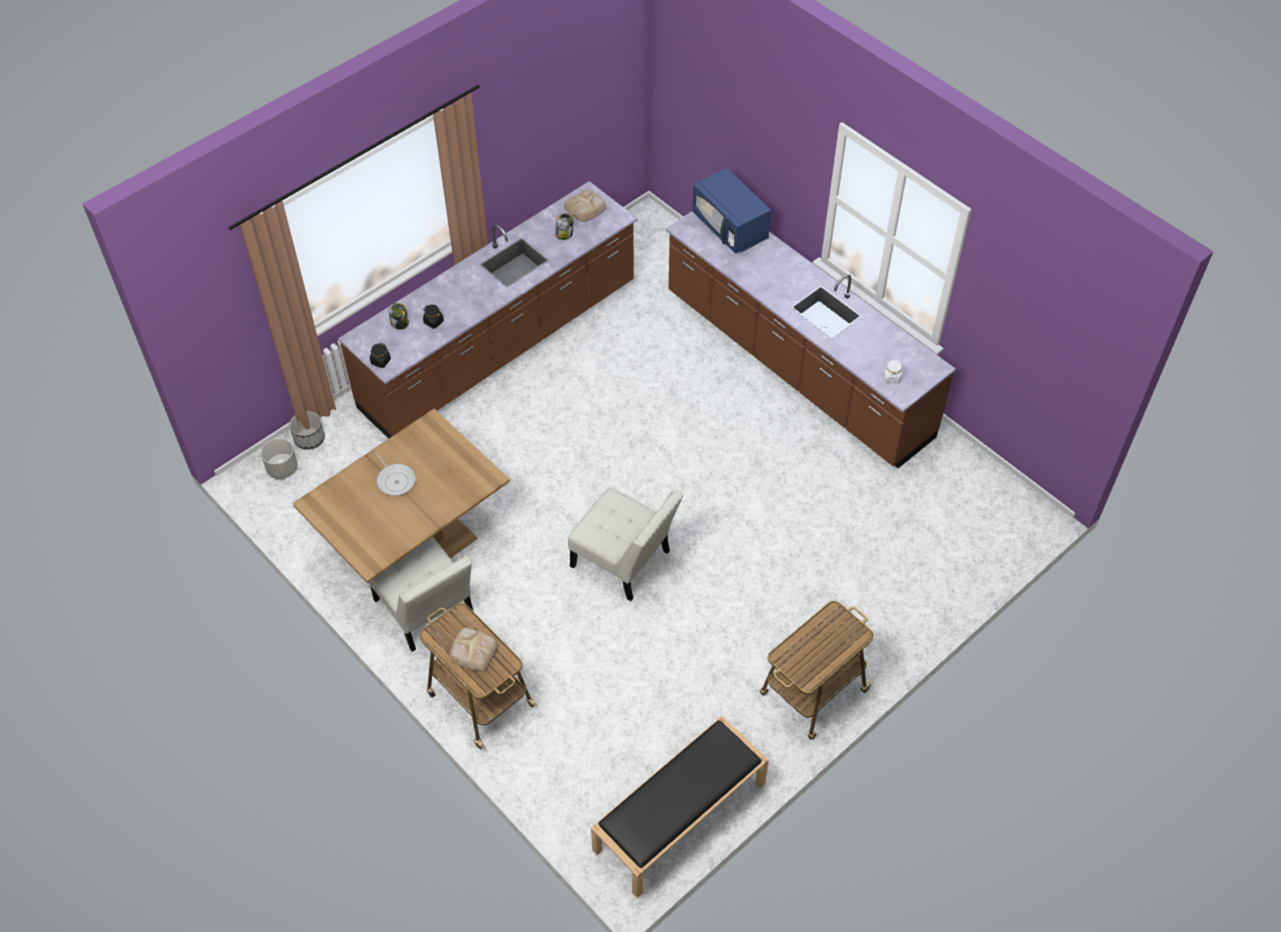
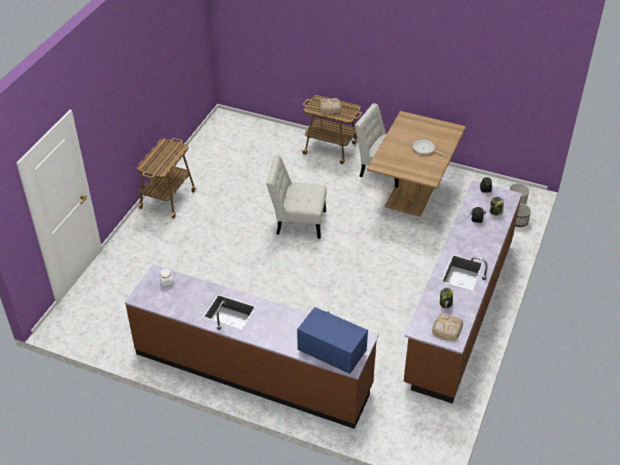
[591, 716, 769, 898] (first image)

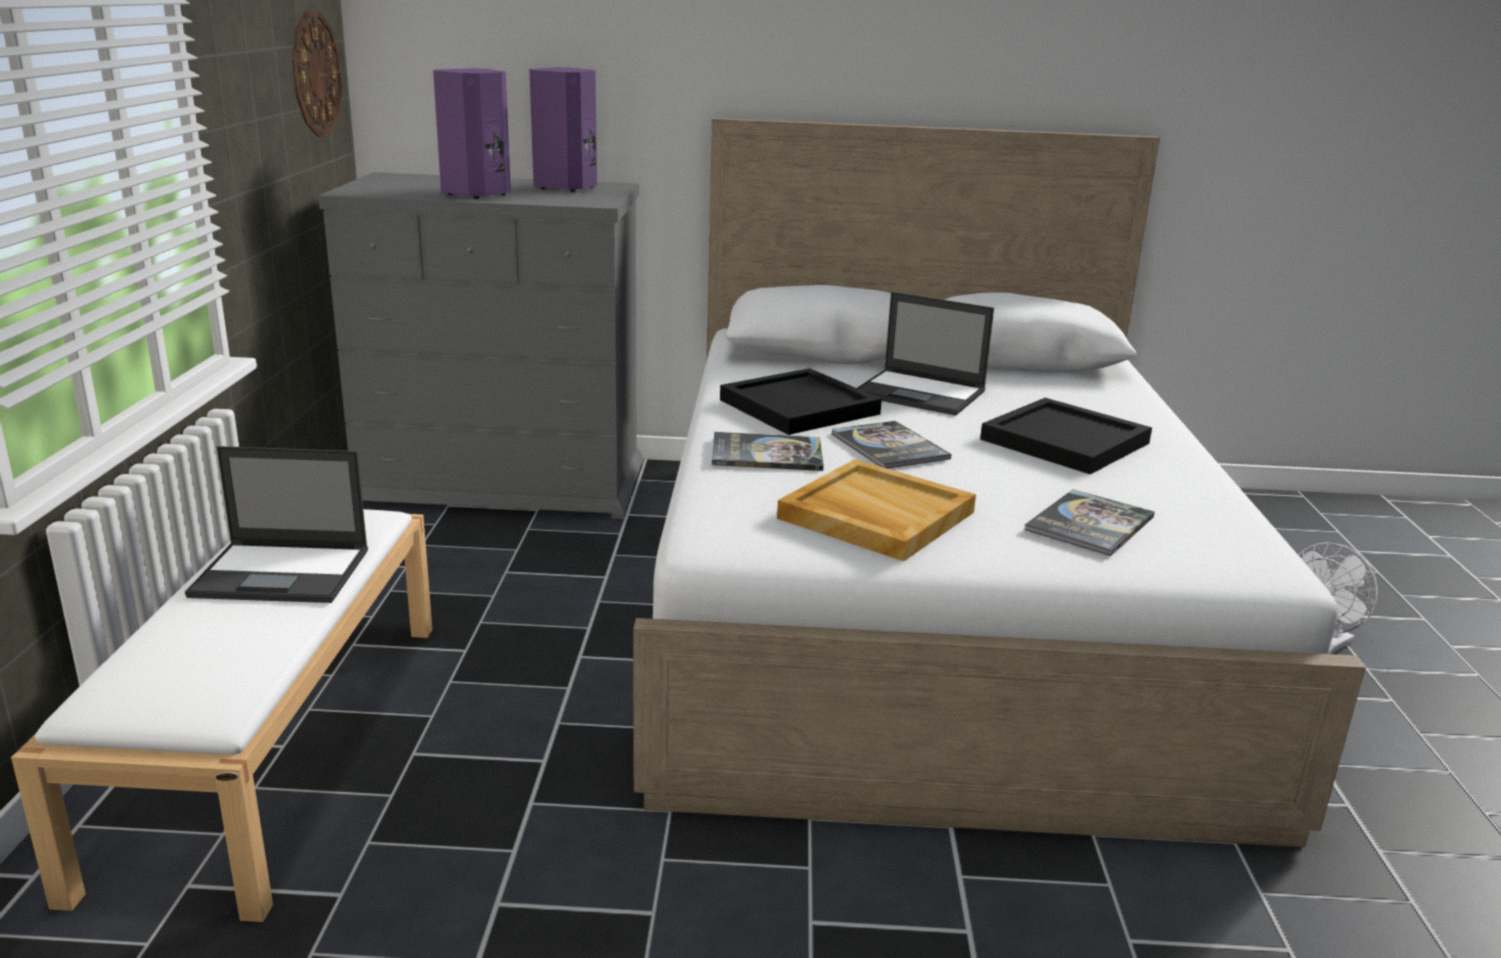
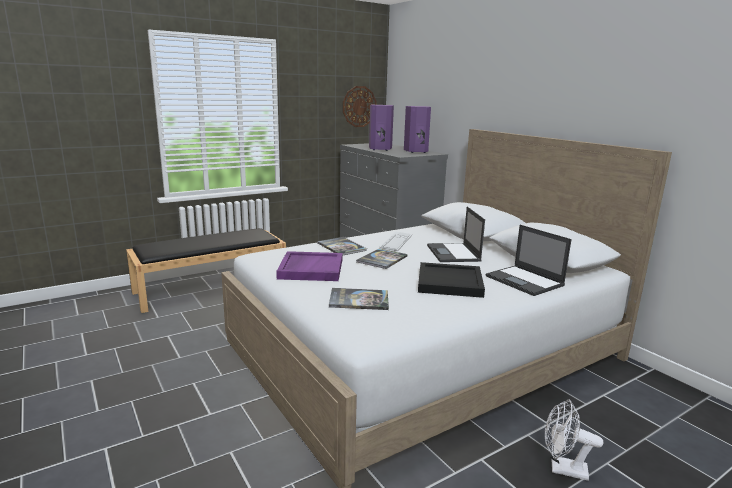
[126, 228, 286, 313]
[276, 251, 342, 281]
[379, 232, 412, 251]
[486, 225, 572, 296]

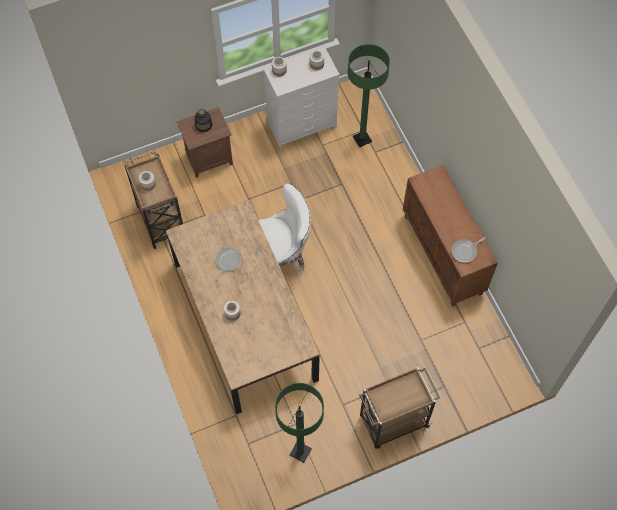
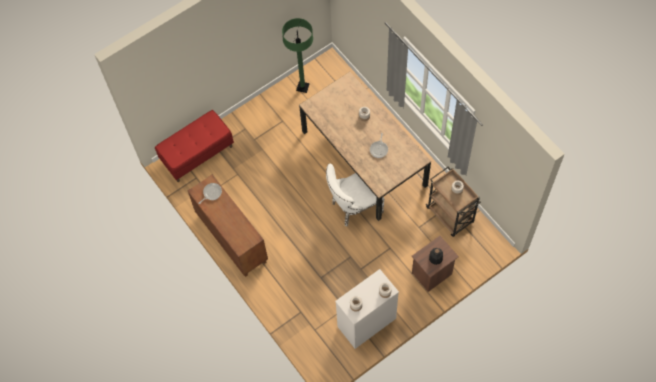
[155, 110, 234, 182]
[347, 44, 390, 148] (first image)
[359, 367, 440, 449] (first image)

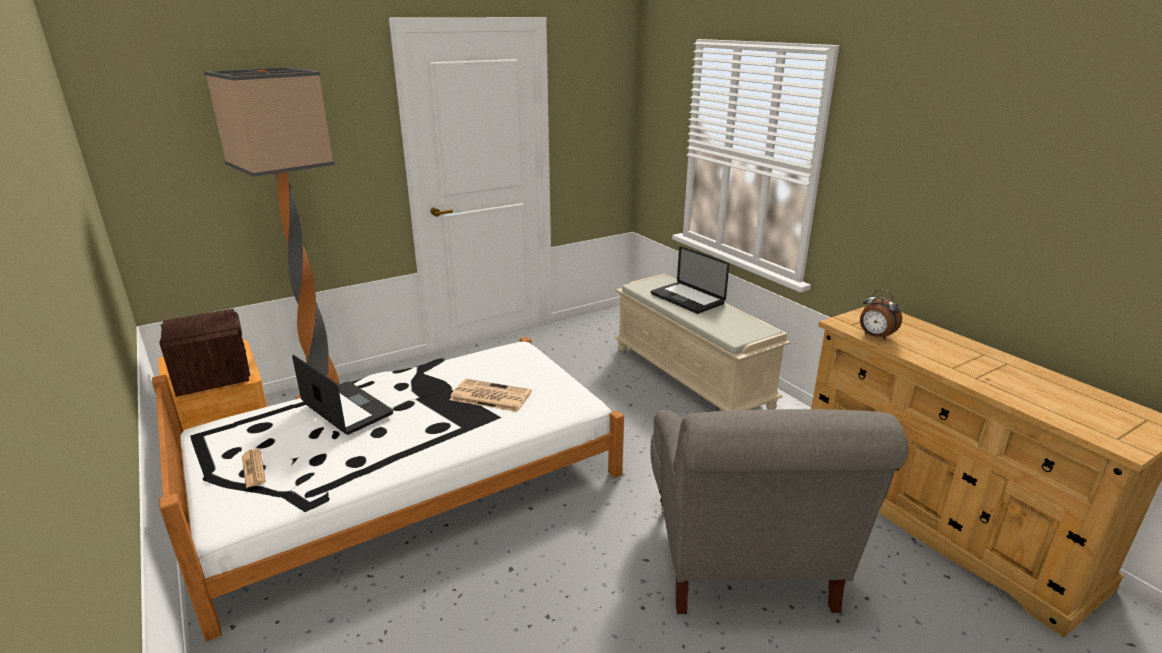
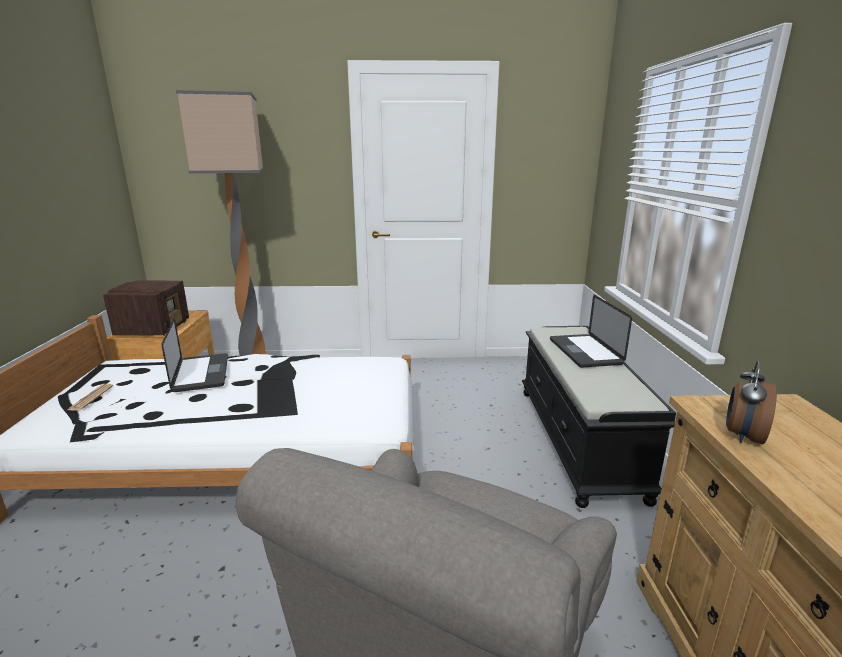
[522, 326, 676, 508]
[726, 361, 777, 444]
[449, 379, 532, 412] (first image)

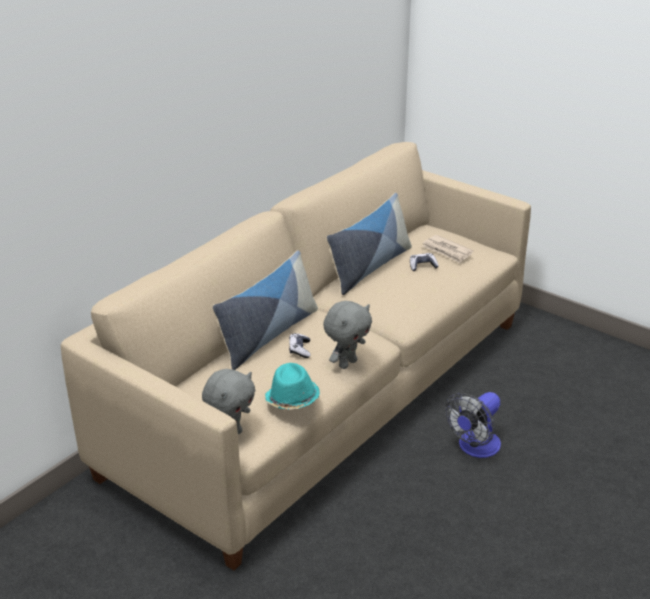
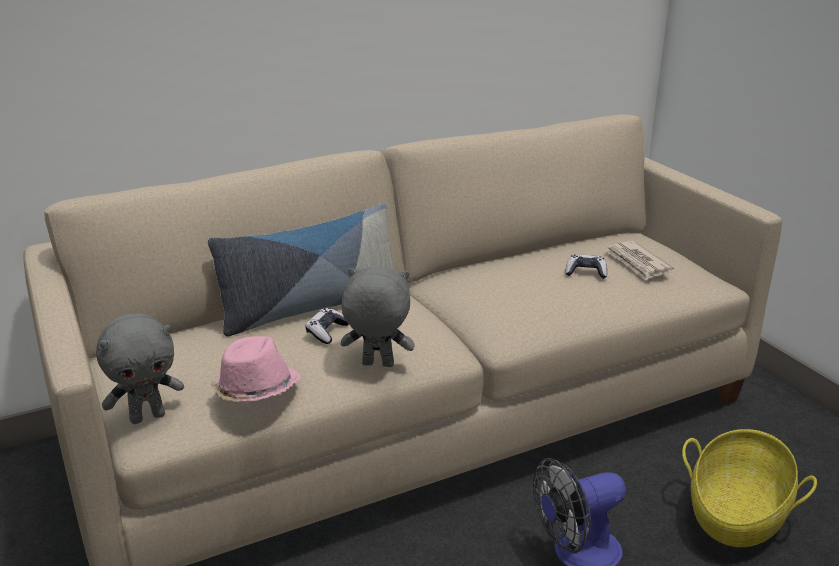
[211, 336, 301, 402]
[341, 267, 415, 367]
[682, 429, 817, 547]
[327, 193, 412, 295] (first image)

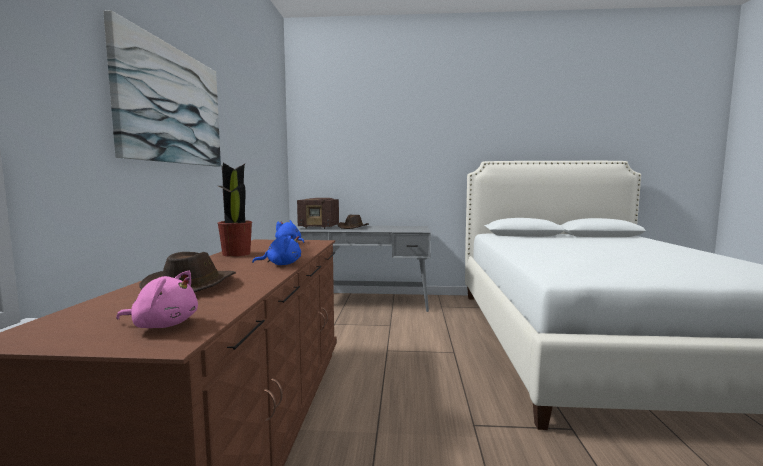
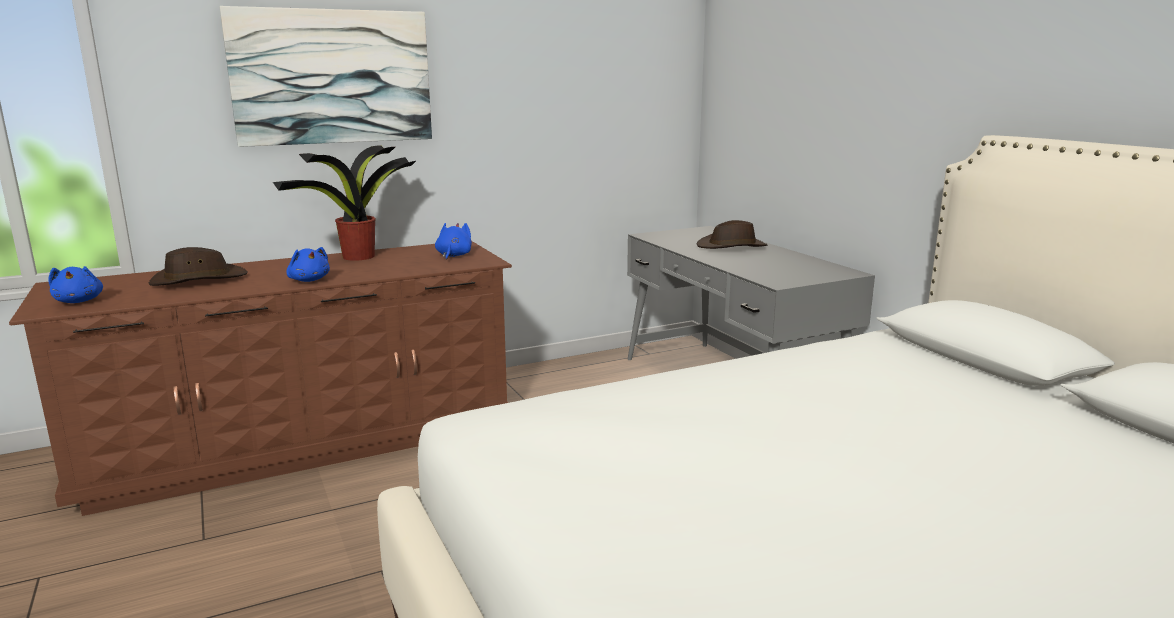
[48, 266, 103, 303]
[297, 198, 339, 229] (first image)

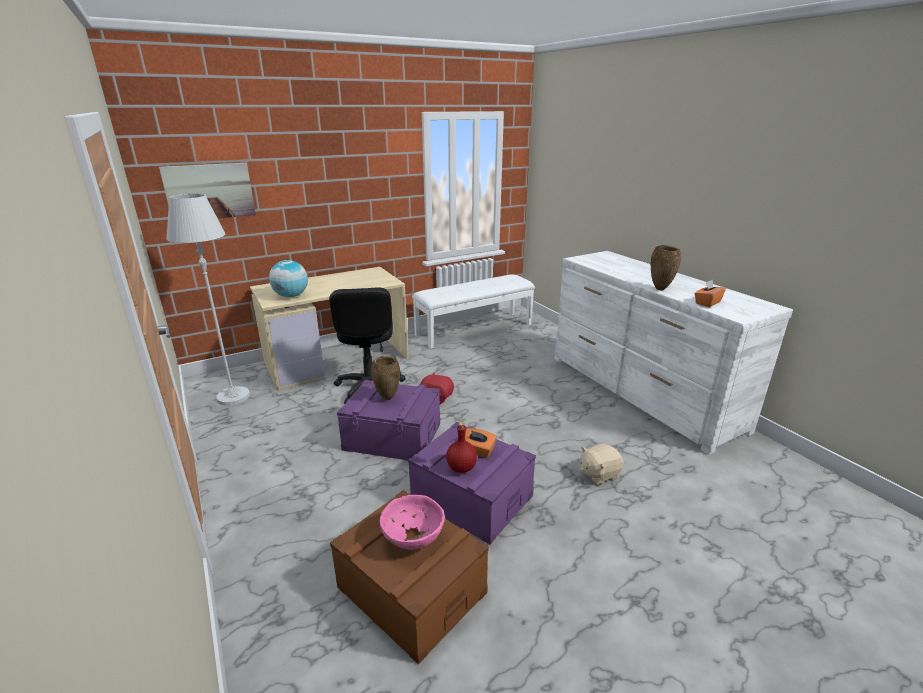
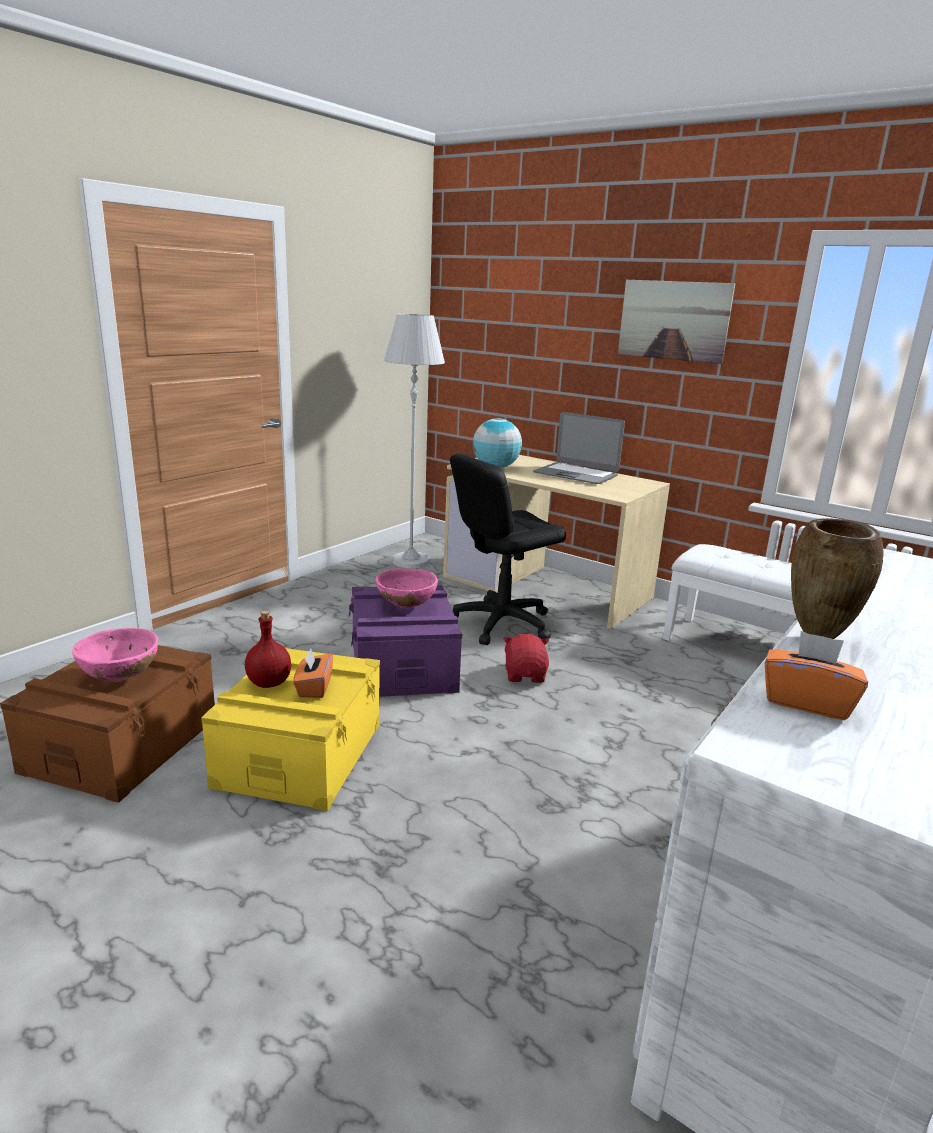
[201, 647, 380, 811]
[376, 568, 438, 608]
[533, 412, 625, 484]
[618, 279, 735, 364]
[580, 444, 624, 485] (first image)

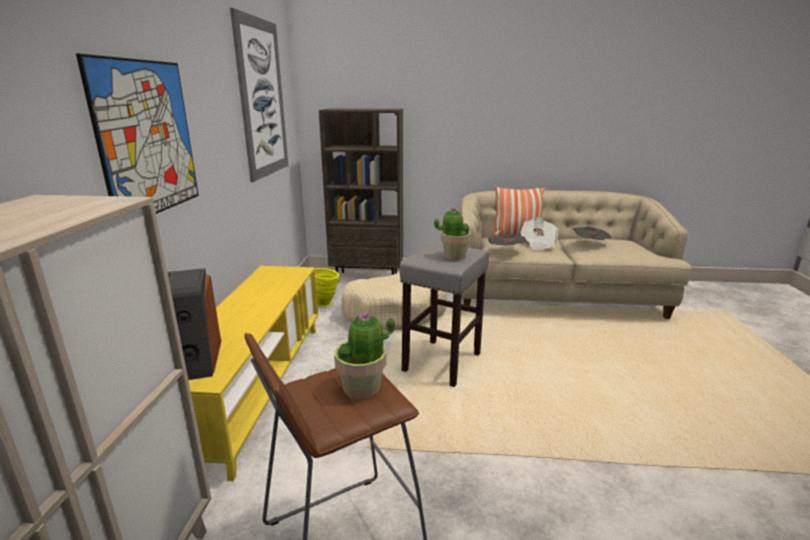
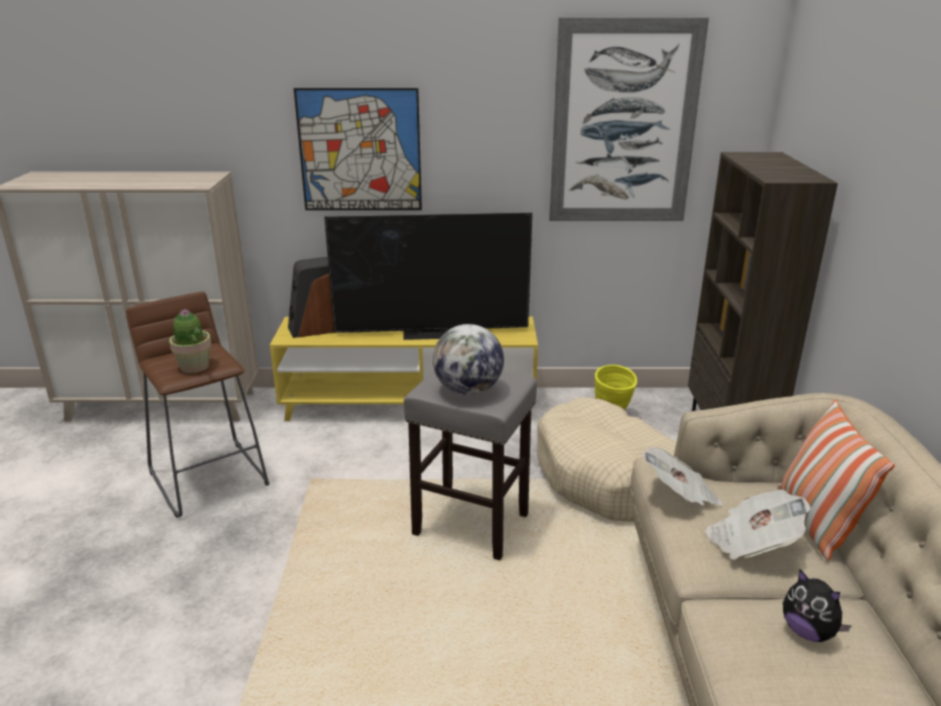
[324, 212, 532, 340]
[433, 324, 504, 395]
[783, 569, 851, 642]

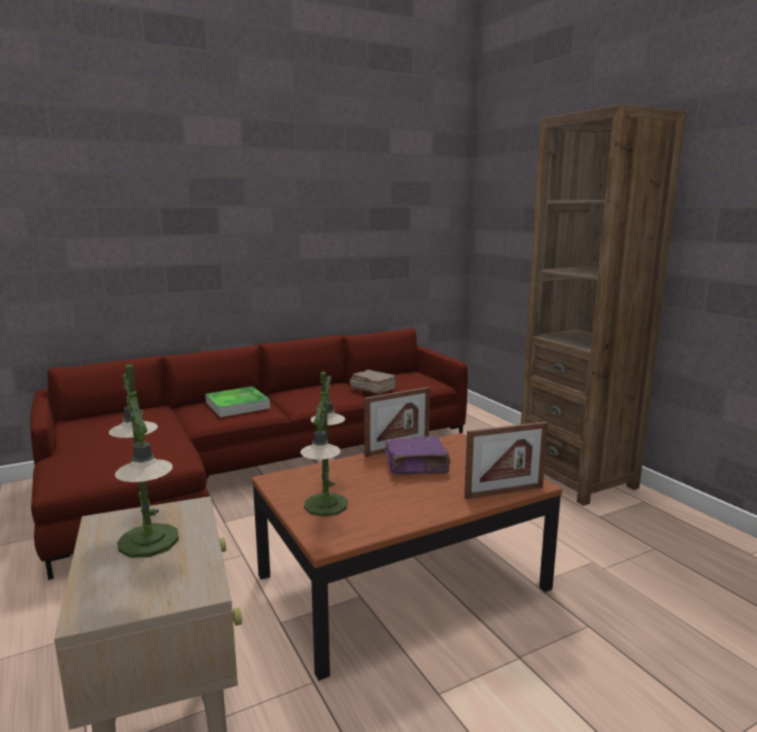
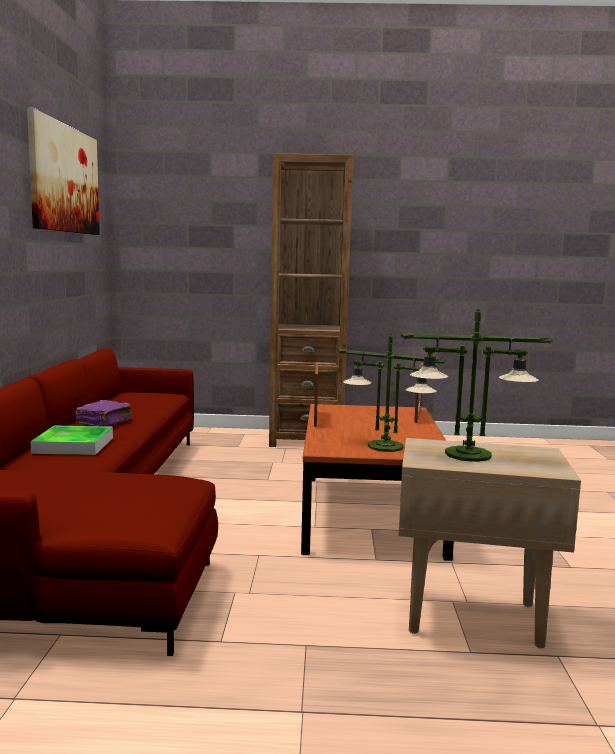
[27, 108, 100, 235]
[75, 400, 132, 427]
[350, 370, 398, 394] (first image)

